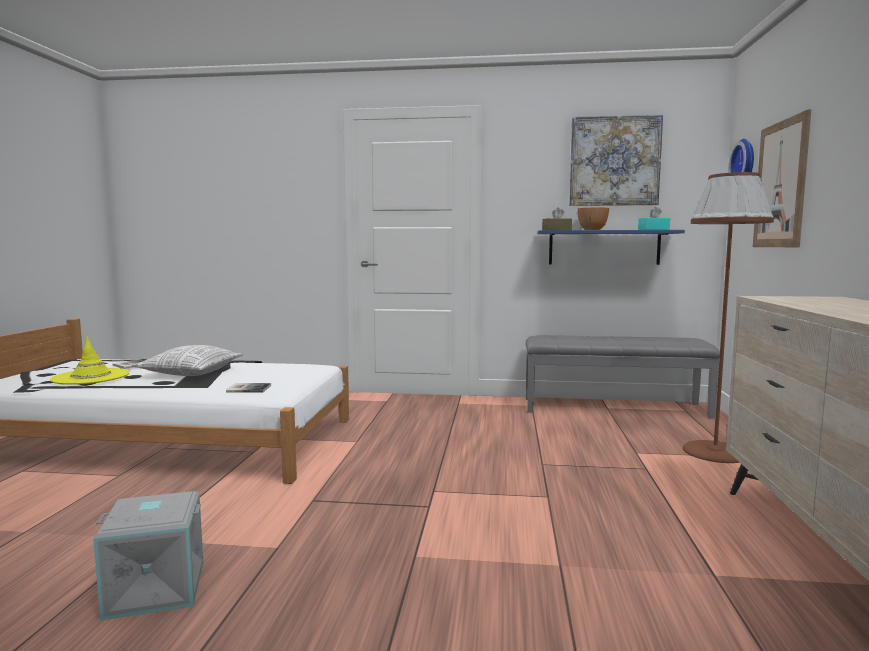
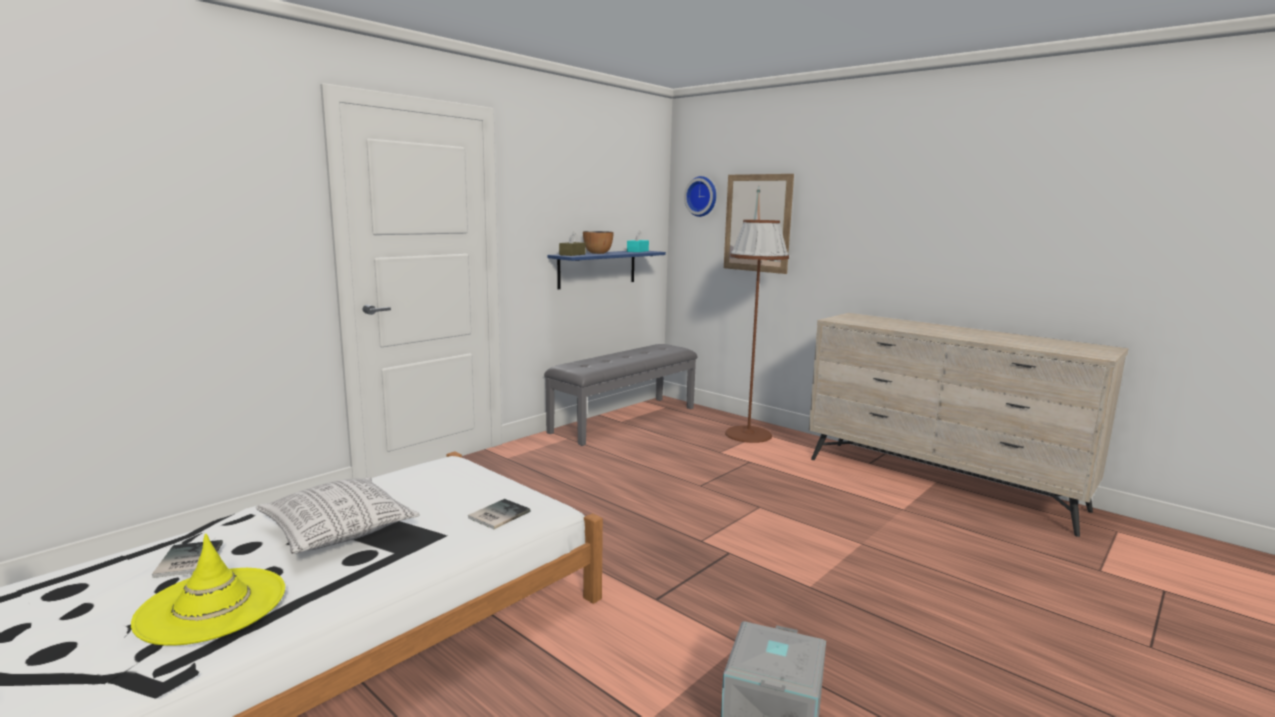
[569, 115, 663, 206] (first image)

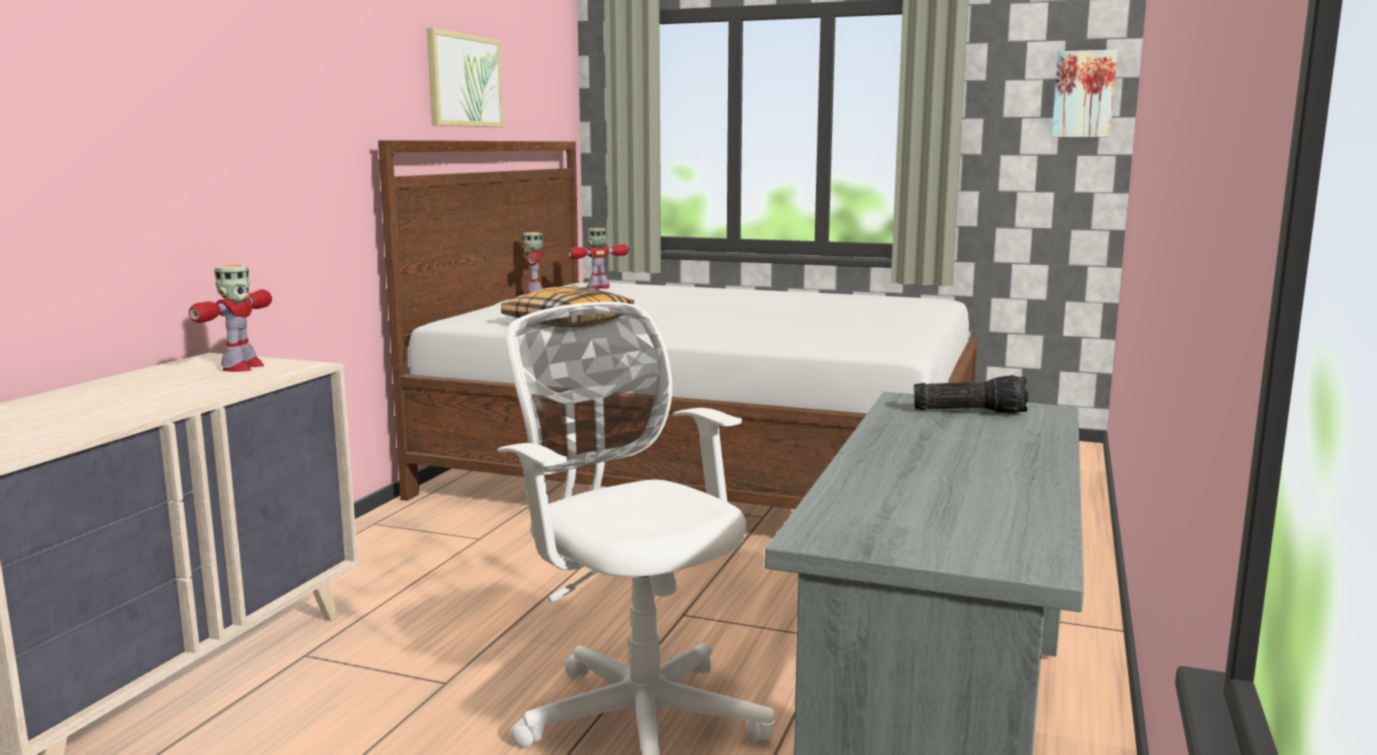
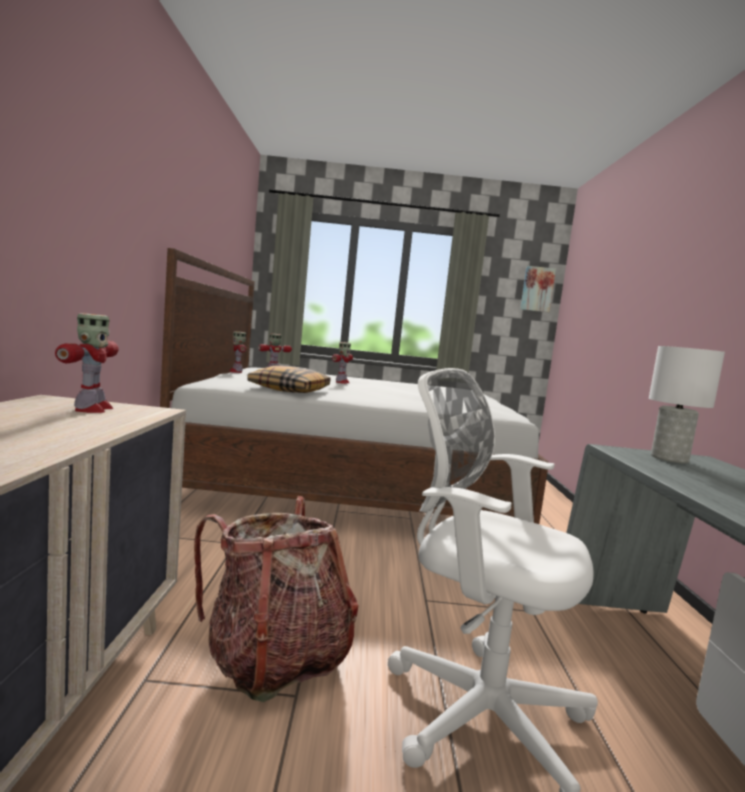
[194, 496, 358, 702]
[332, 342, 353, 384]
[649, 346, 725, 463]
[427, 28, 503, 127] (first image)

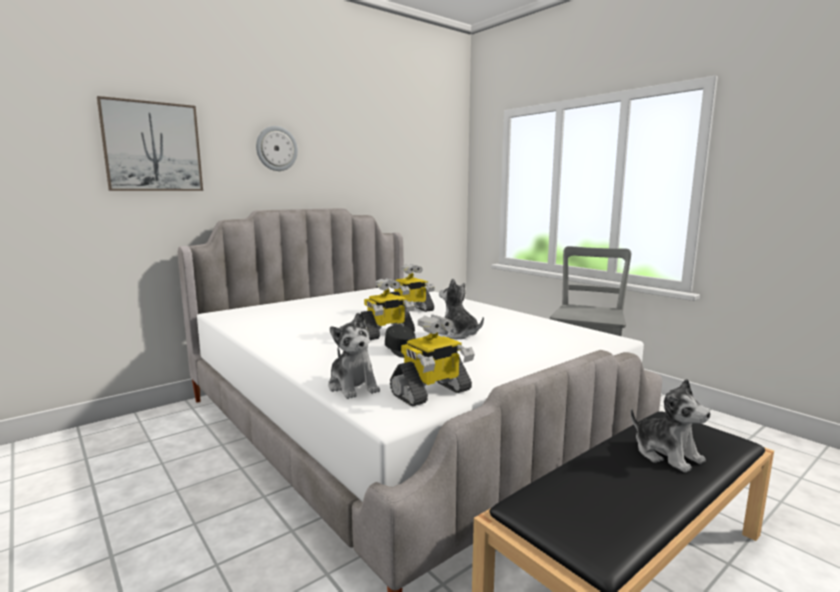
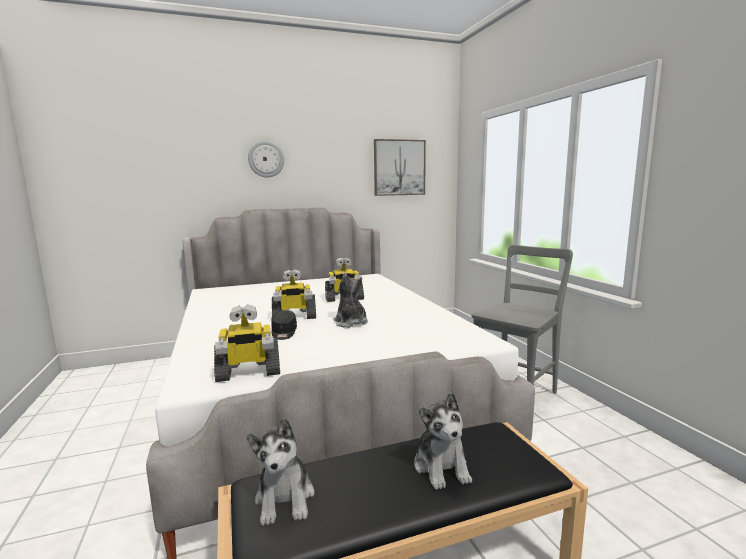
[247, 418, 315, 526]
[374, 139, 426, 196]

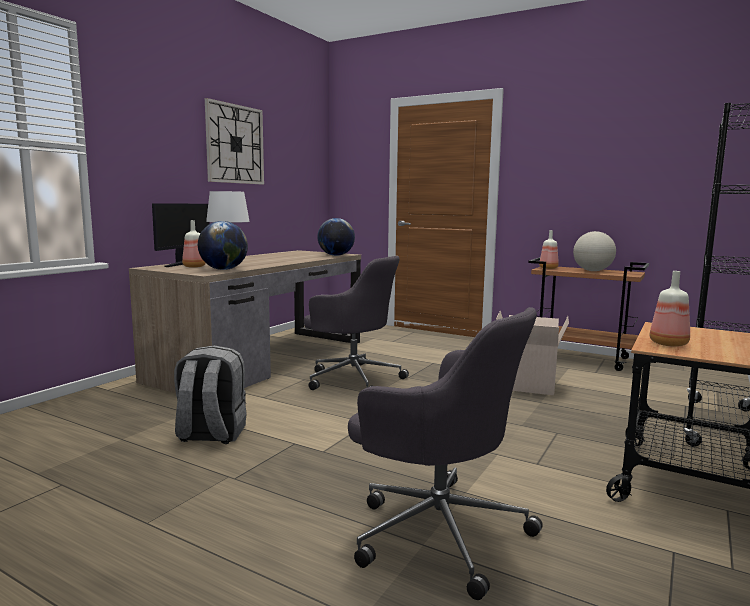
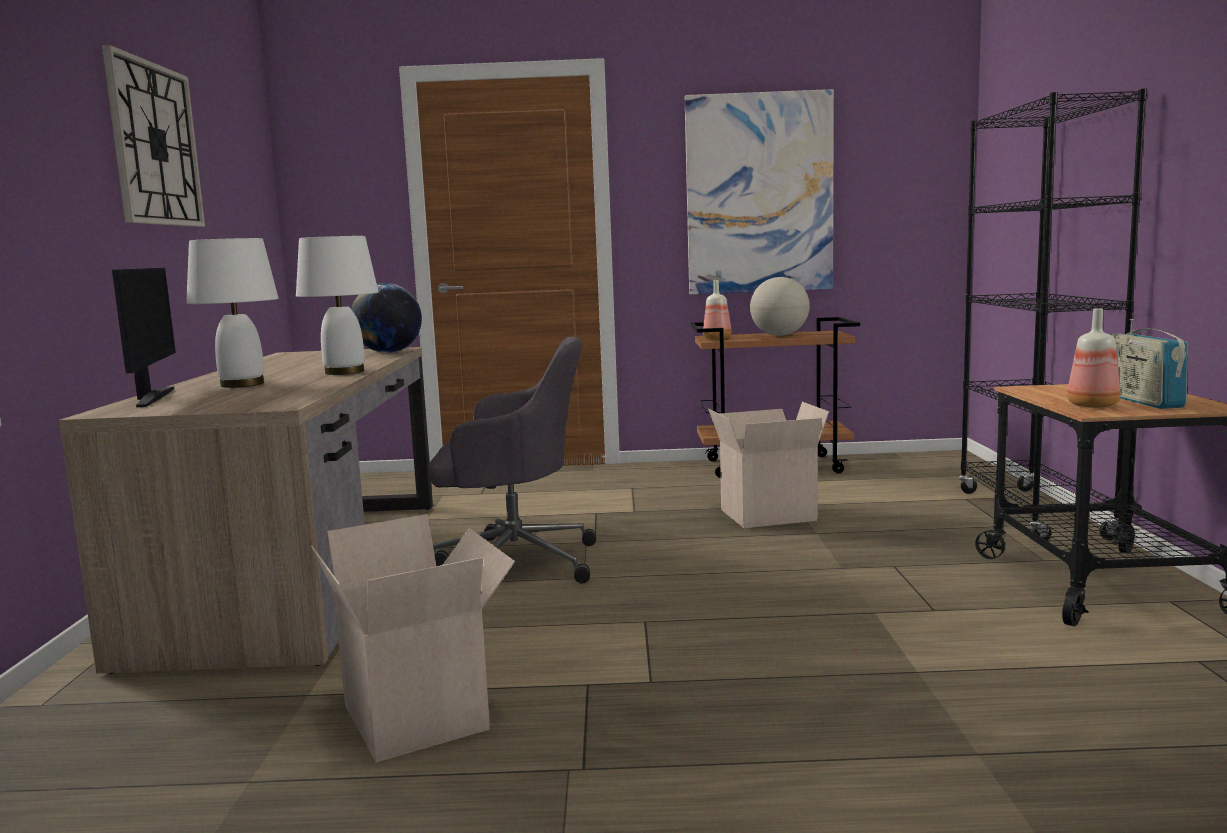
[296, 236, 378, 375]
[311, 514, 515, 762]
[685, 89, 834, 295]
[1112, 319, 1188, 409]
[182, 220, 206, 268] (first image)
[198, 221, 248, 270] (first image)
[348, 307, 543, 600] (first image)

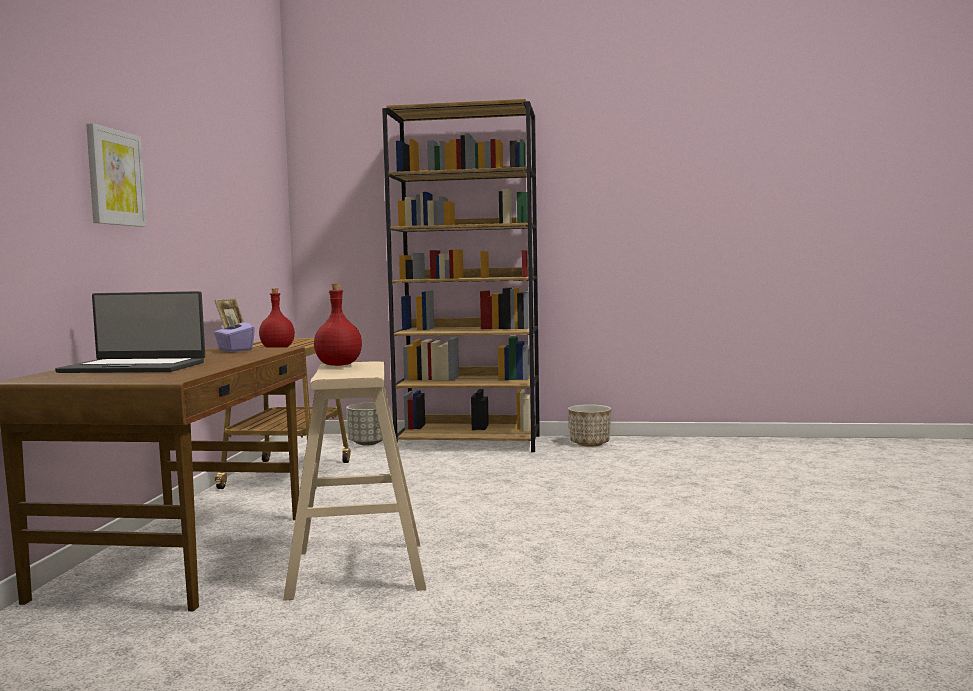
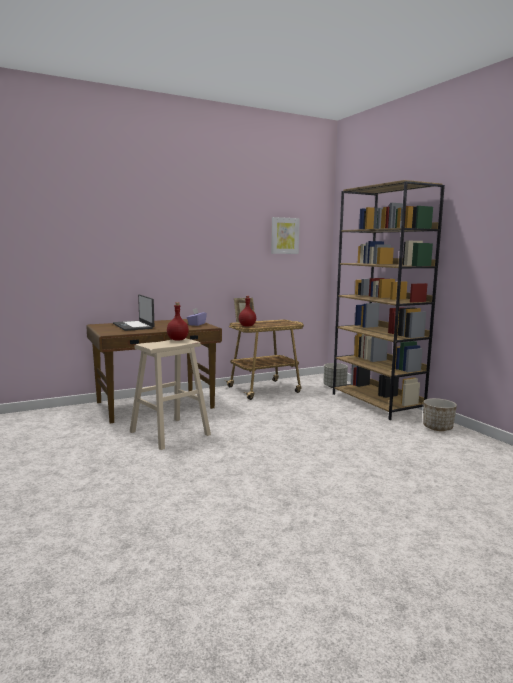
[271, 217, 300, 254]

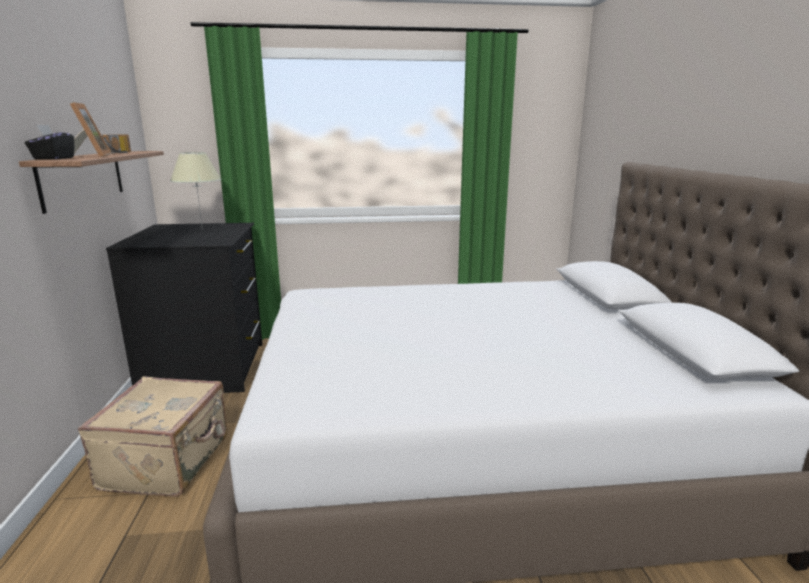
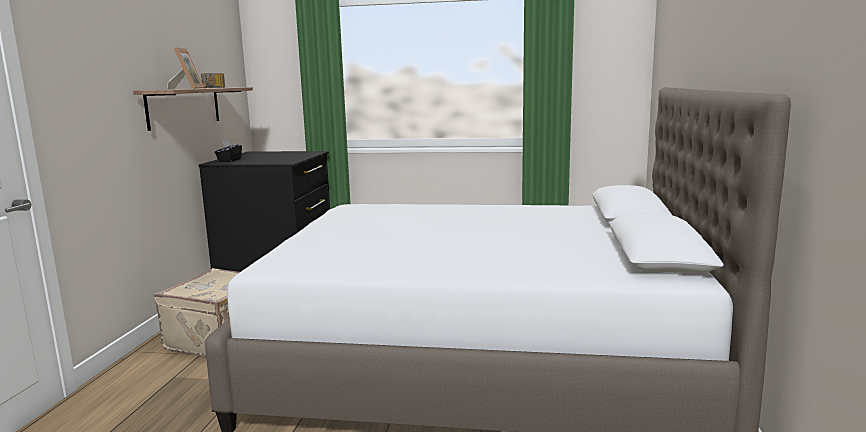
[215, 140, 242, 162]
[170, 152, 222, 225] (first image)

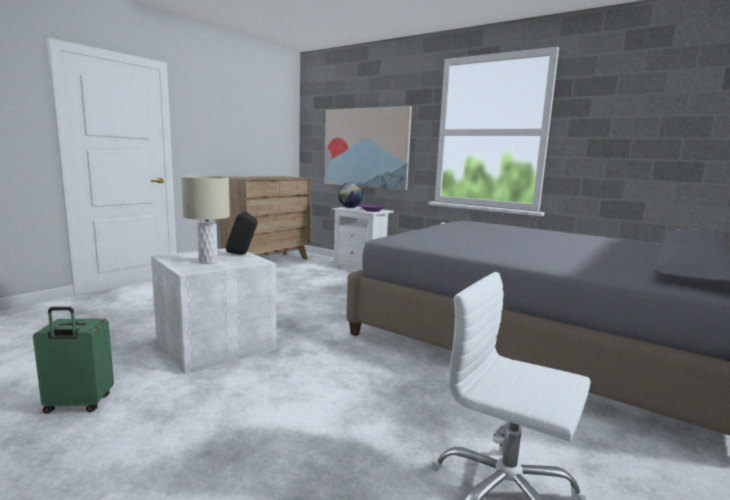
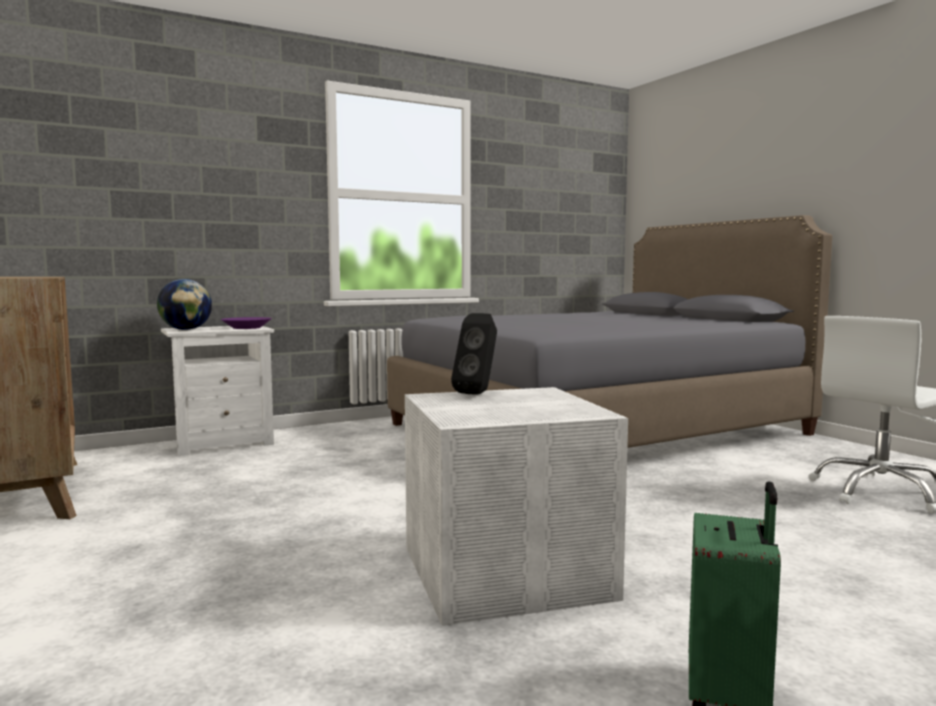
[181, 176, 230, 264] (first image)
[324, 106, 412, 190] (first image)

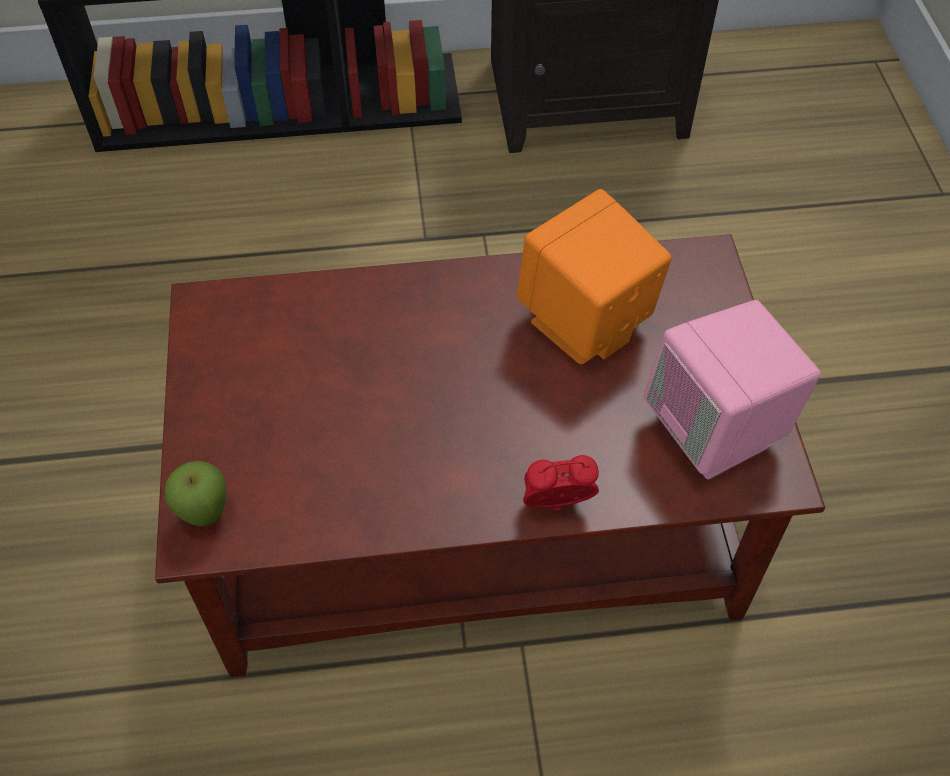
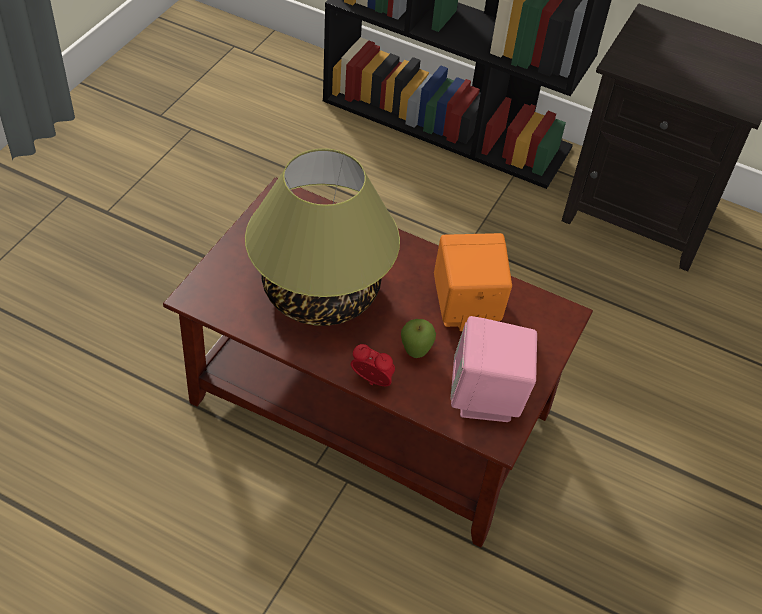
[245, 148, 400, 326]
[401, 319, 436, 358]

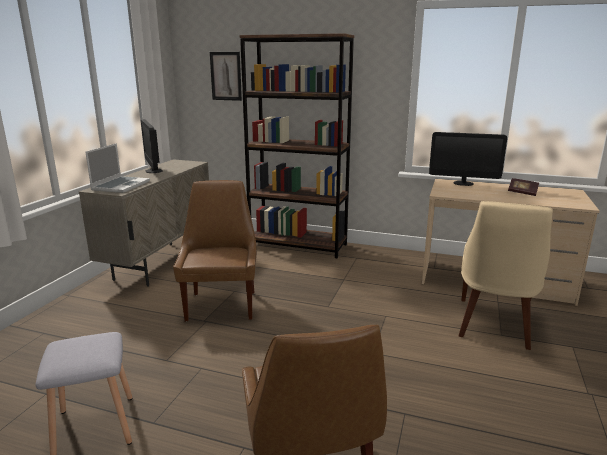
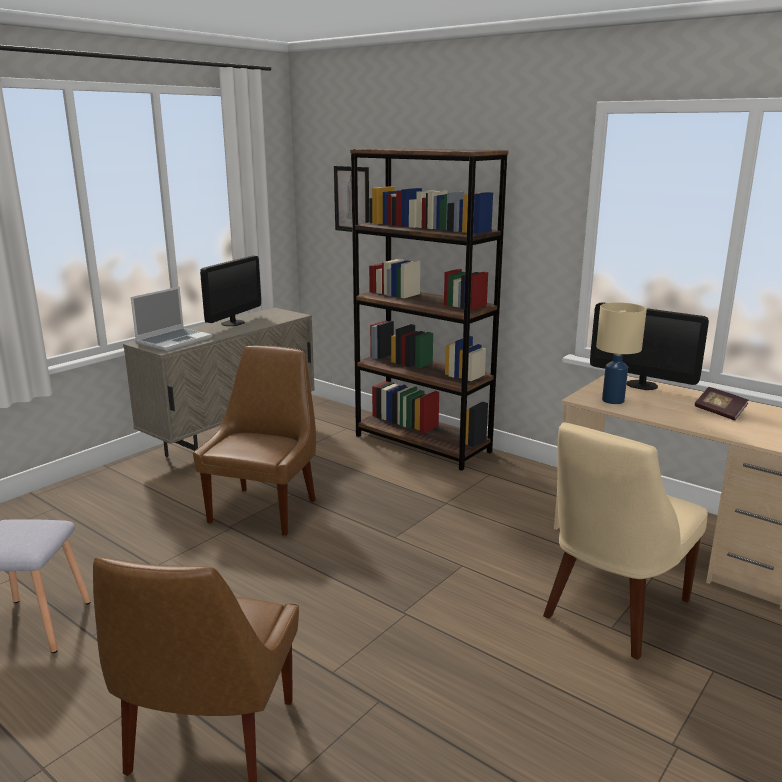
[200, 256, 261, 326]
[596, 302, 647, 404]

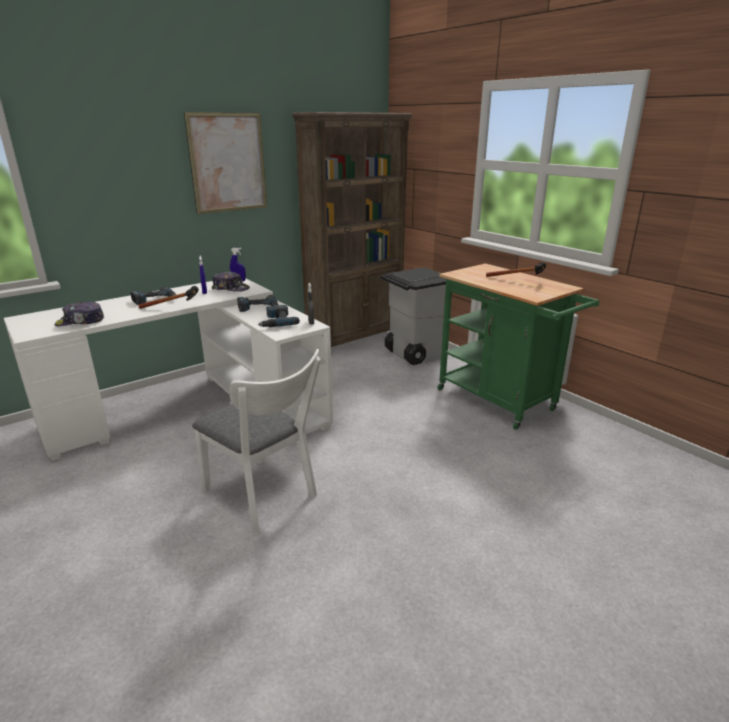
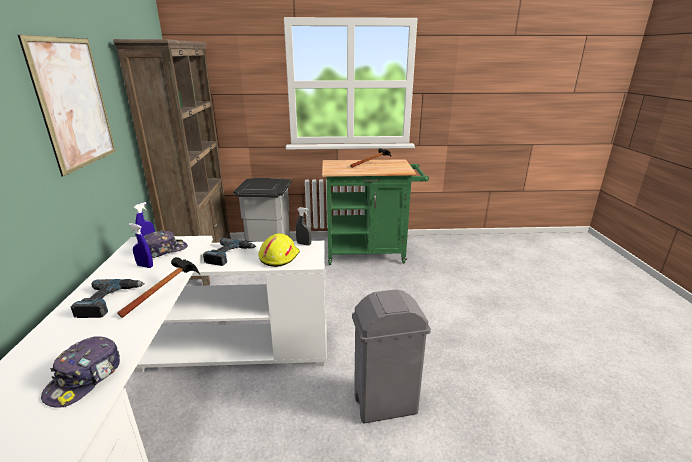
[258, 233, 300, 267]
[352, 289, 431, 423]

